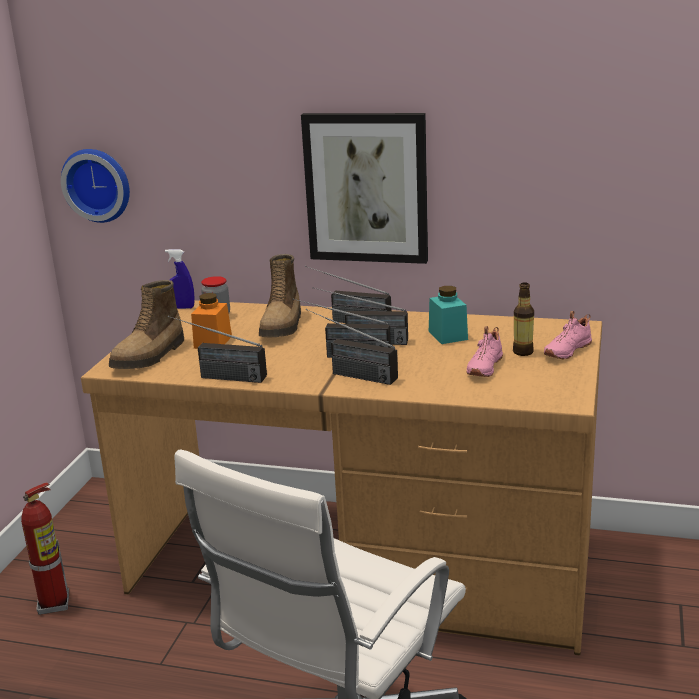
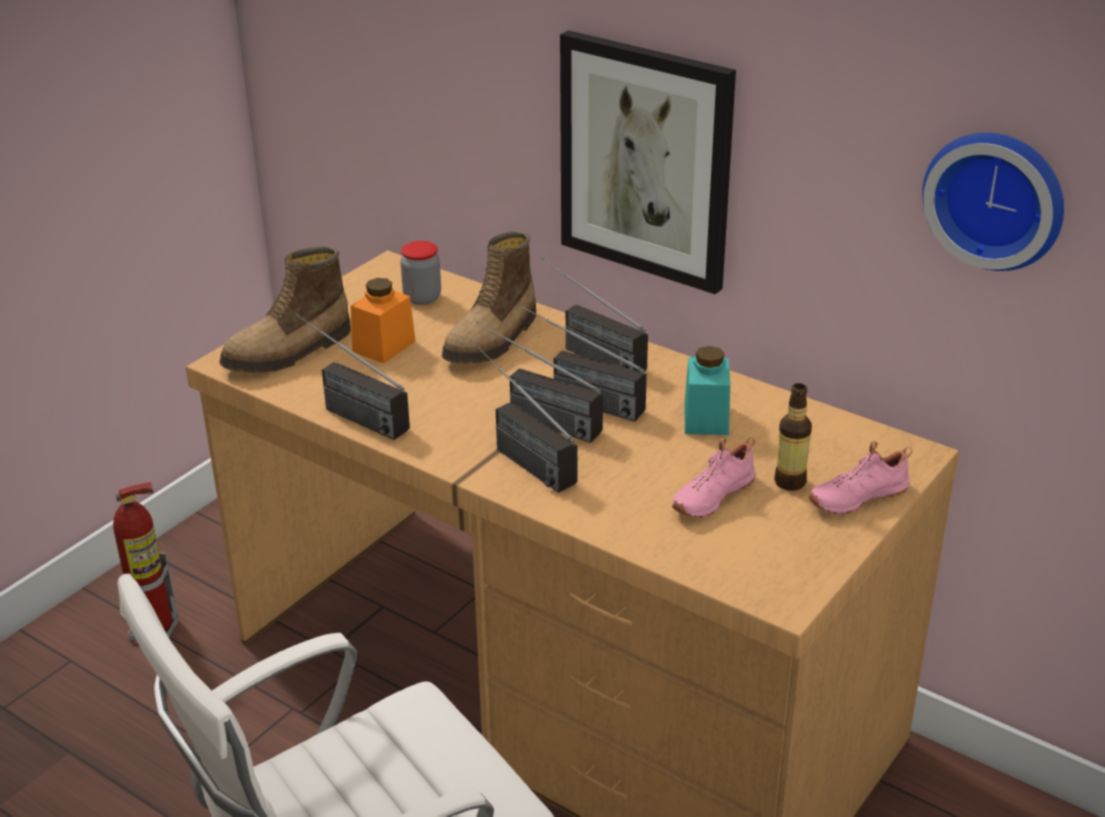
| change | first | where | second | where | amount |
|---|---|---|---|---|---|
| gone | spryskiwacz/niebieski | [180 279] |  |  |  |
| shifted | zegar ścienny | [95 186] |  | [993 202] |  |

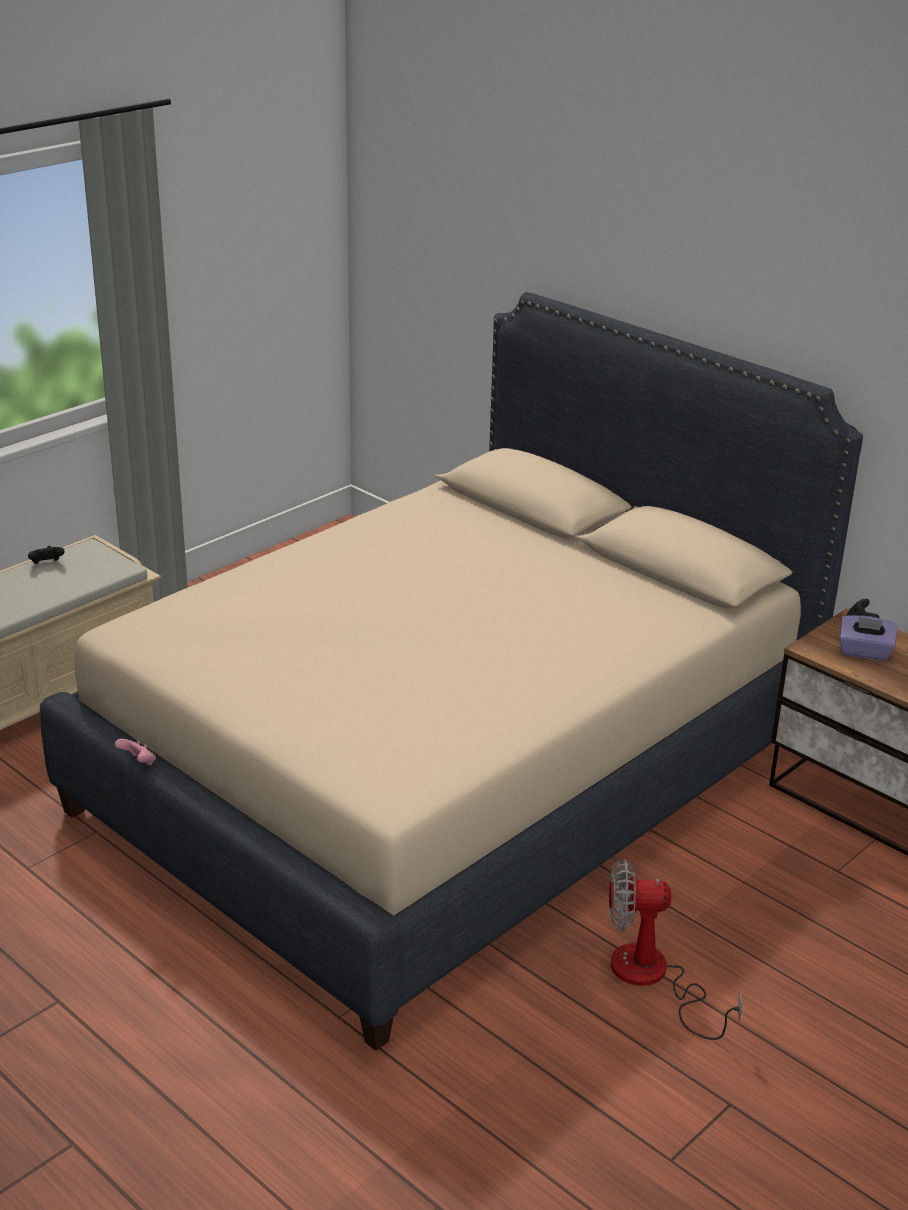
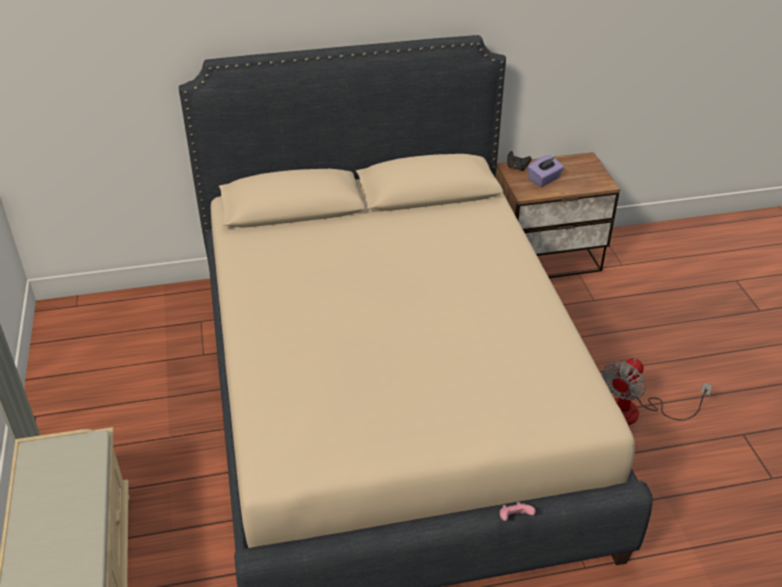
| change | first | where | second | where | amount |
|---|---|---|---|---|---|
| gone | pad do gier/czarny | [46 555] |  |  |  |
| shifted | pad do gier/różowy | [135 752] |  | [518 511] |  |

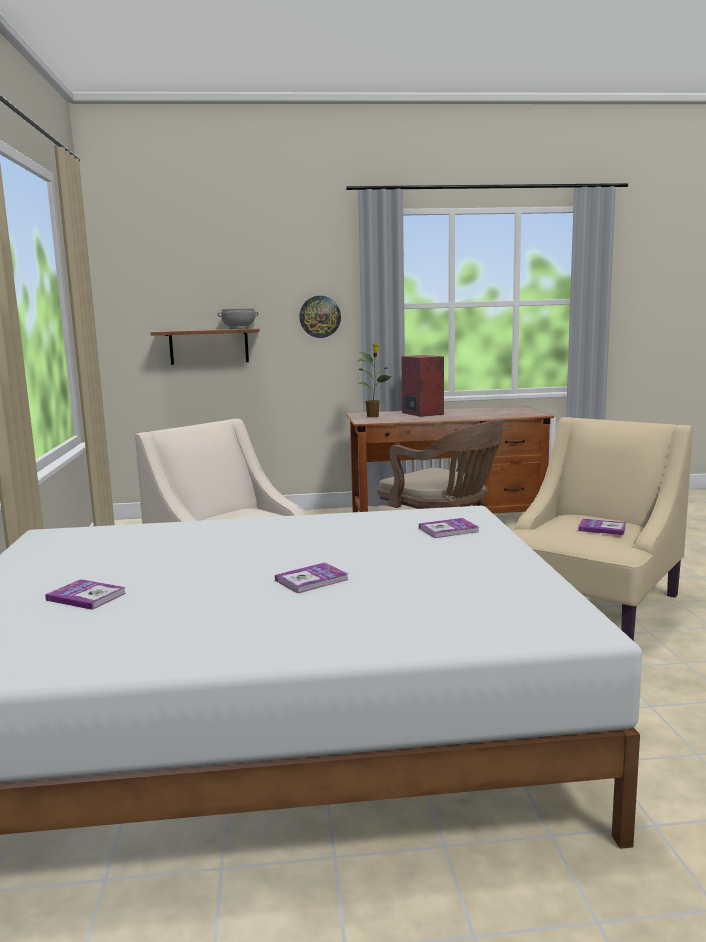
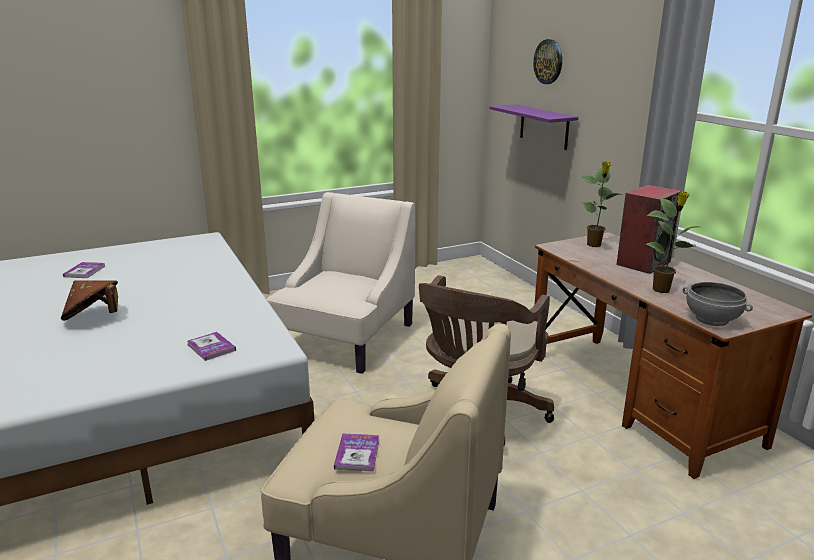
| change | first | where | second | where | amount |
|---|---|---|---|---|---|
| new |  |  | roślina doniczkowa | [671 242] |  |
| shifted | miska/szary | [237 318] |  | [717 304] |  |
| shifted | zegar ścienny | [320 317] |  | [547 61] |  |
| swapped | książka | [312 578] | kapelusz/brązowy | [89 300] |  |
| repainted | półka/brązowy | [205 346] | półka/fioletowy | [534 127] |  |

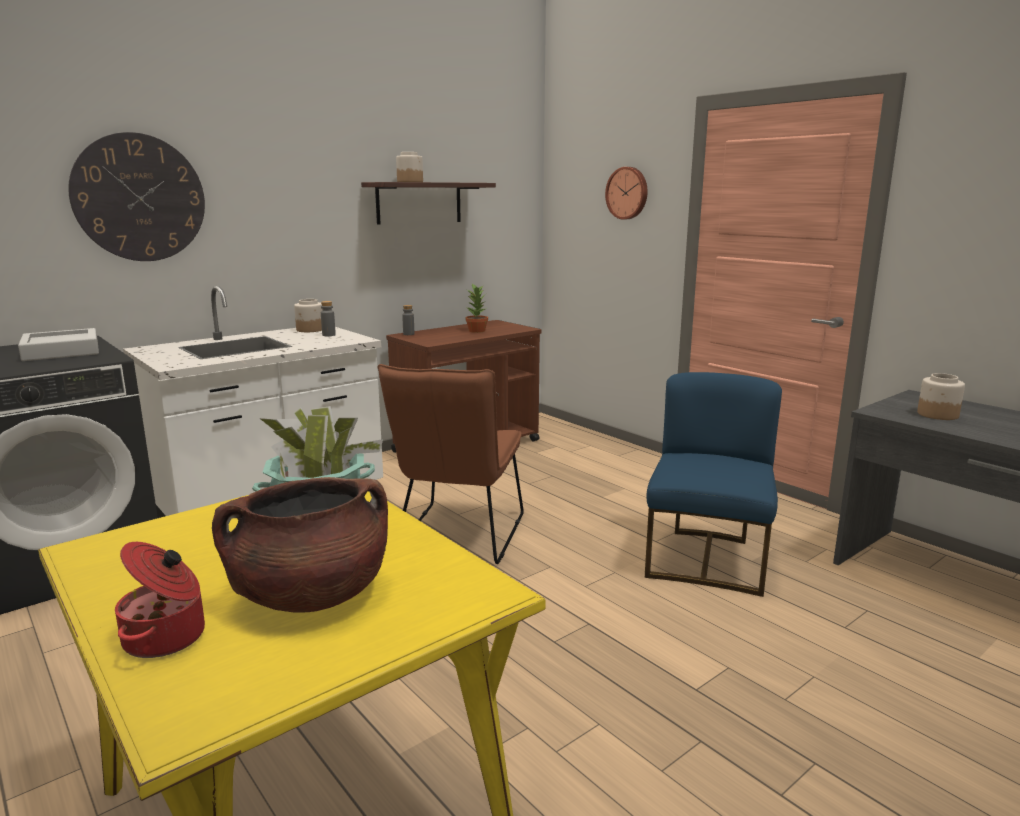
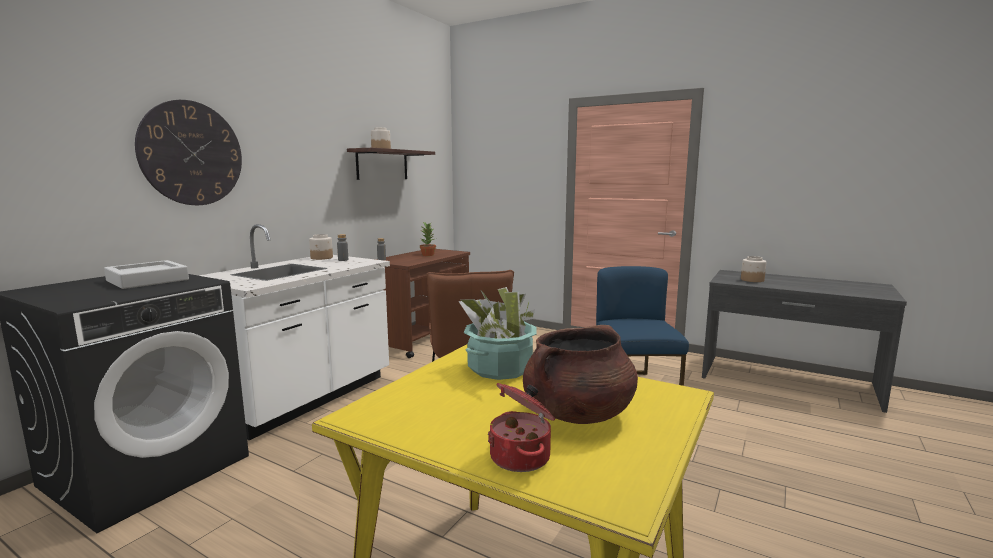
| change | first | where | second | where | amount |
|---|---|---|---|---|---|
| gone | zegar ścienny | [626 193] |  |  |  |

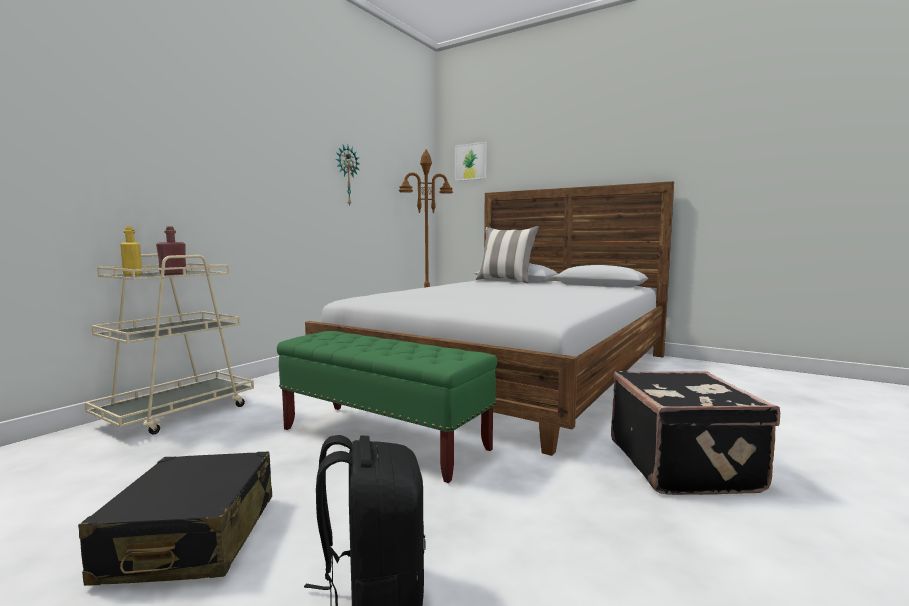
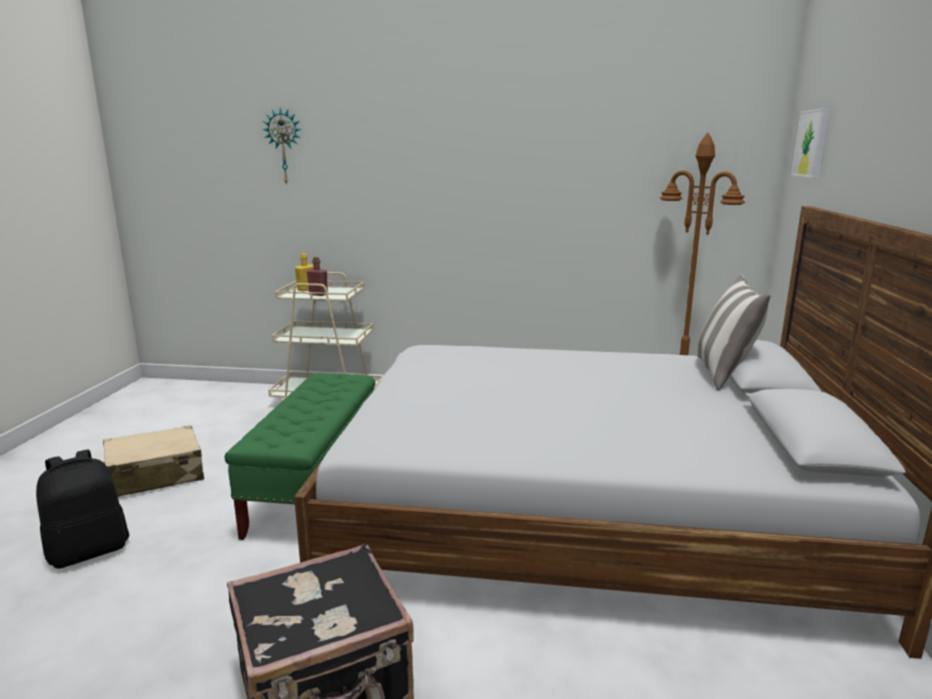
| change | first | where | second | where | amount |
|---|---|---|---|---|---|
| shifted | zegar ścienny | [348 175] |  | [282 146] |  |
| repainted | walizka/czarny | [175 519] | walizka/beżowy | [153 461] |  |

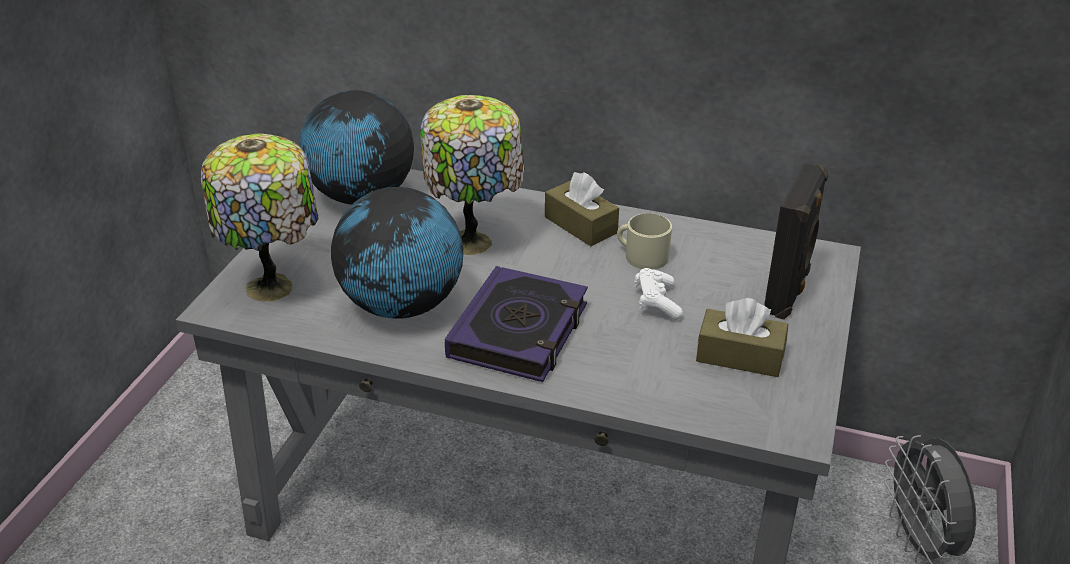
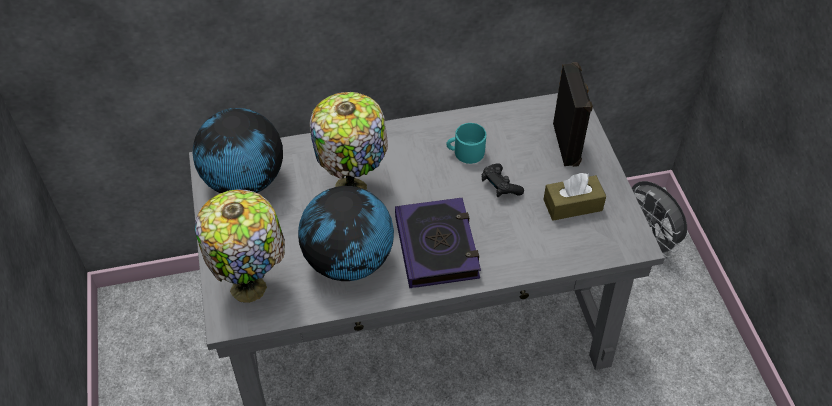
| change | first | where | second | where | amount |
|---|---|---|---|---|---|
| gone | pudełko chusteczek/brązowy | [582 209] |  |  |  |
| repainted | kubek/beżowy | [644 241] | kubek/turkusowy | [466 143] |  |
| repainted | pad do gier/biały | [659 294] | pad do gier/czarny | [503 180] |  |

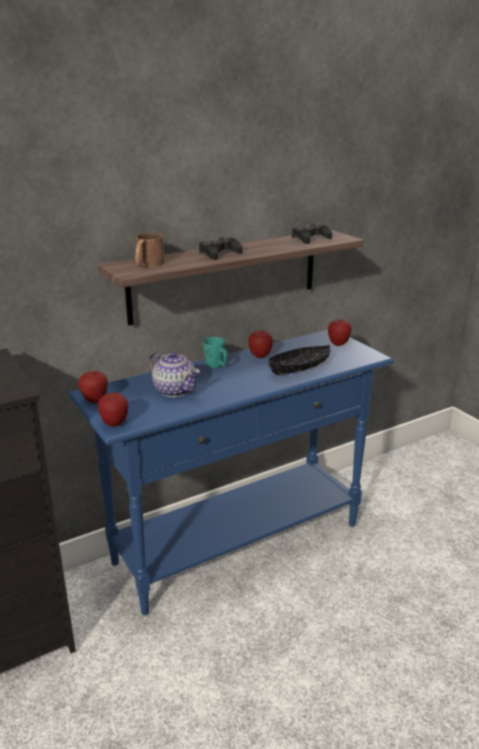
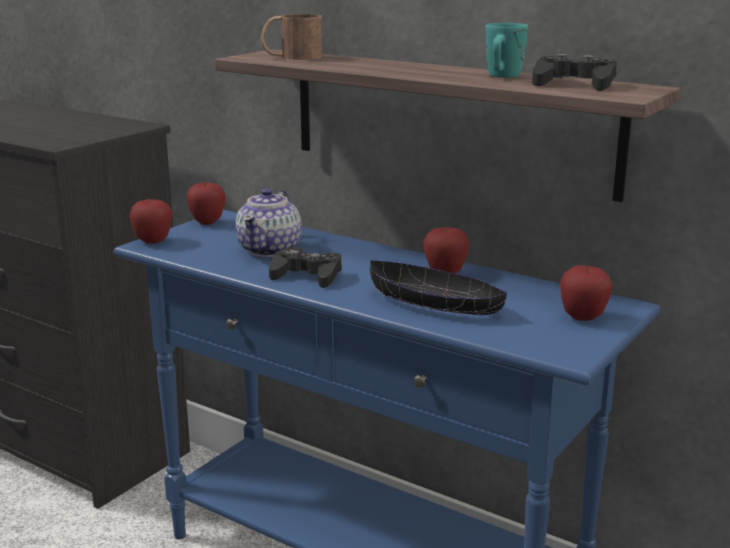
| change | first | where | second | where | amount |
|---|---|---|---|---|---|
| shifted | pad do gier/czarny | [221 248] |  | [305 267] |  |
| shifted | kubek/turkusowy | [215 352] |  | [507 50] |  |

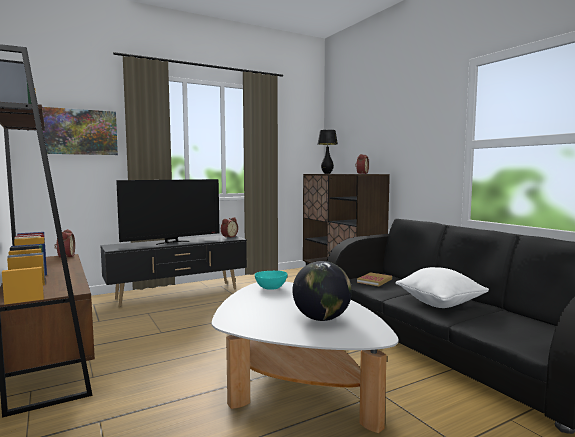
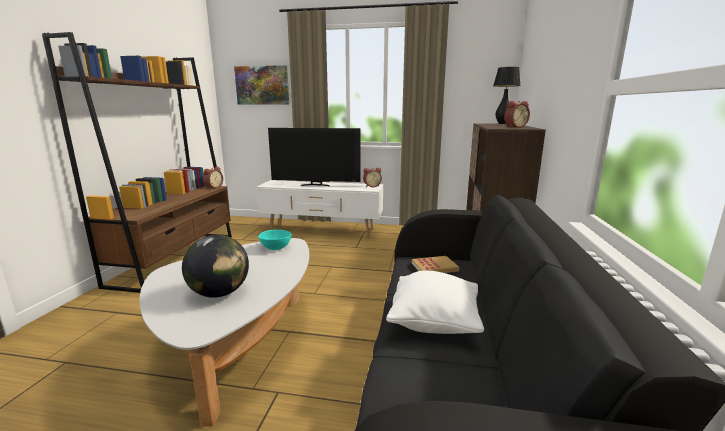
| change | first | where | second | where | amount |
|---|---|---|---|---|---|
| repainted | szafka pod telewizor/czarny | [173 271] | szafka pod telewizor/biały | [319 209] |  |

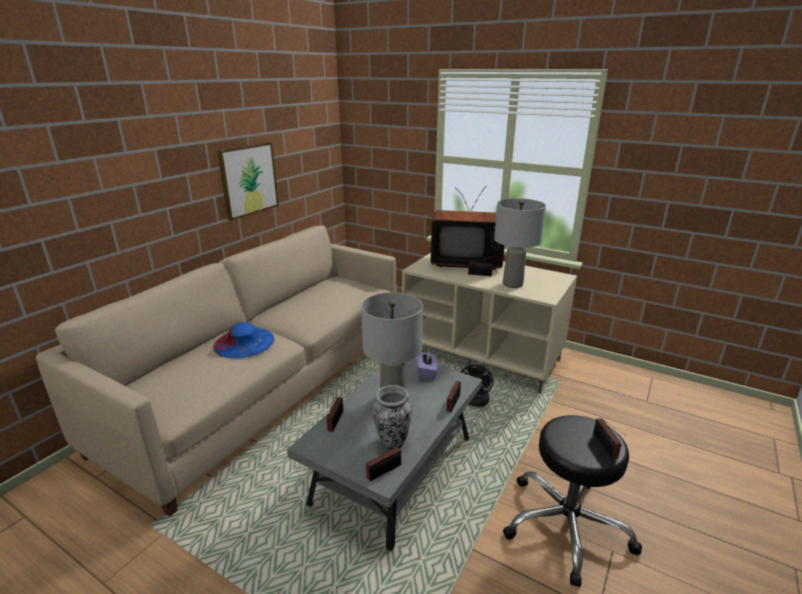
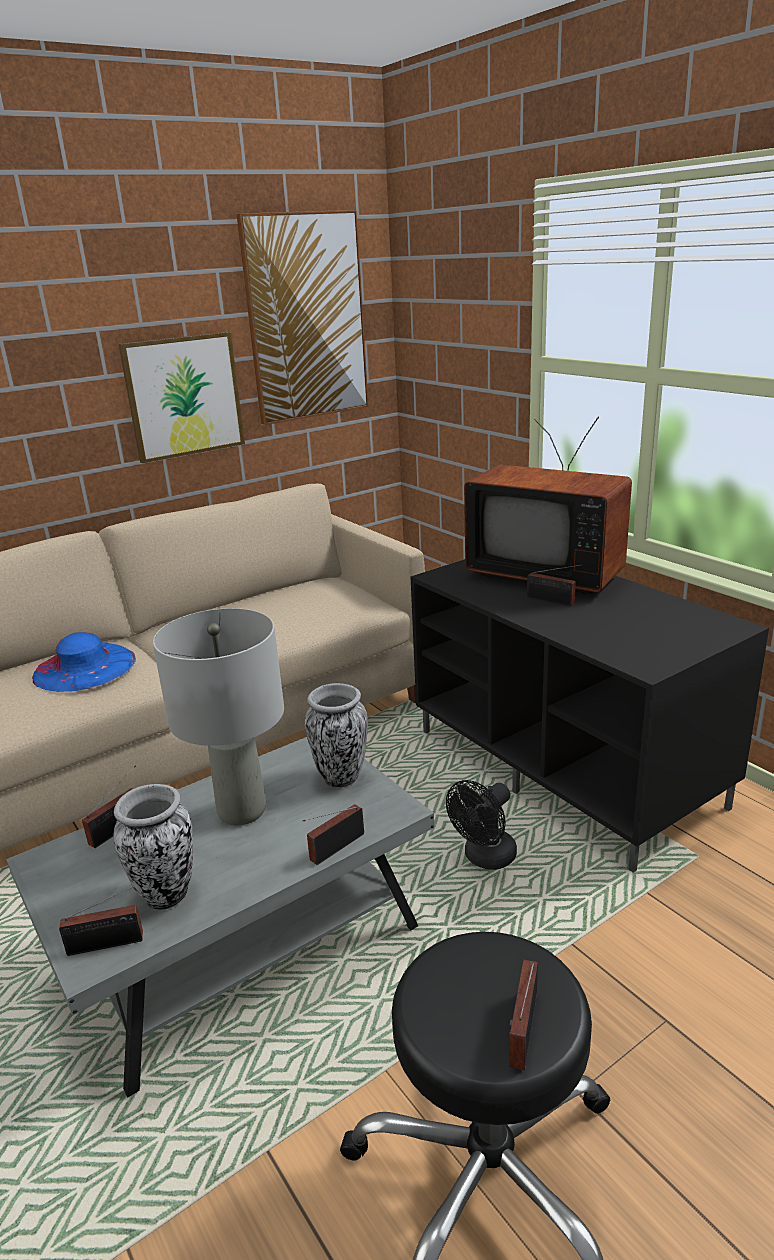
| change | first | where | second | where | amount |
|---|---|---|---|---|---|
| gone | lampa stołowa/szary | [520 243] |  |  |  |
| new |  |  | obraz | [303 317] |  |
| swapped | pudełko chusteczek/fioletowy | [426 365] | wazon | [336 735] |  |
| repainted | szafka pod telewizor/beżowy | [489 323] | szafka pod telewizor/czarny | [590 715] |  |

